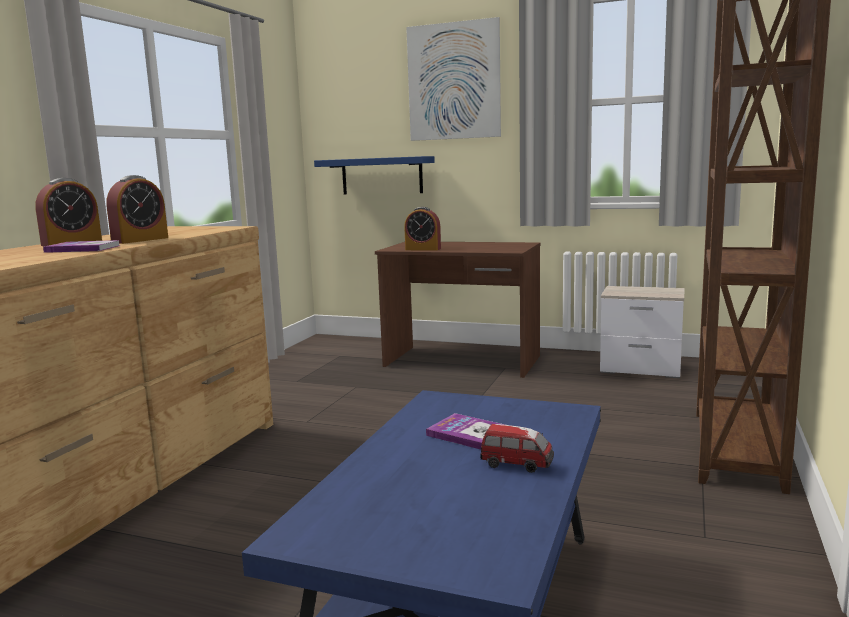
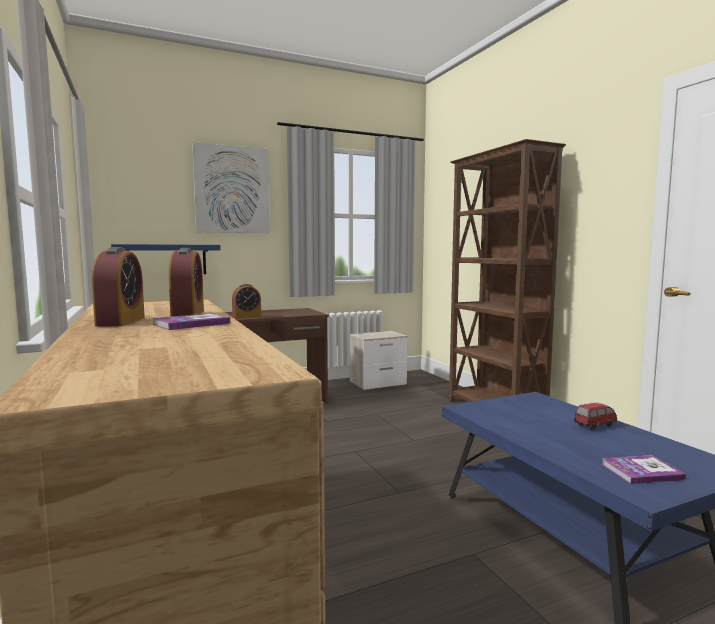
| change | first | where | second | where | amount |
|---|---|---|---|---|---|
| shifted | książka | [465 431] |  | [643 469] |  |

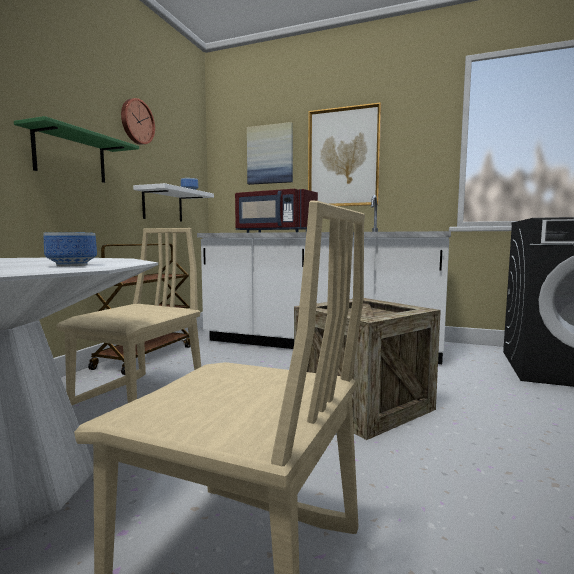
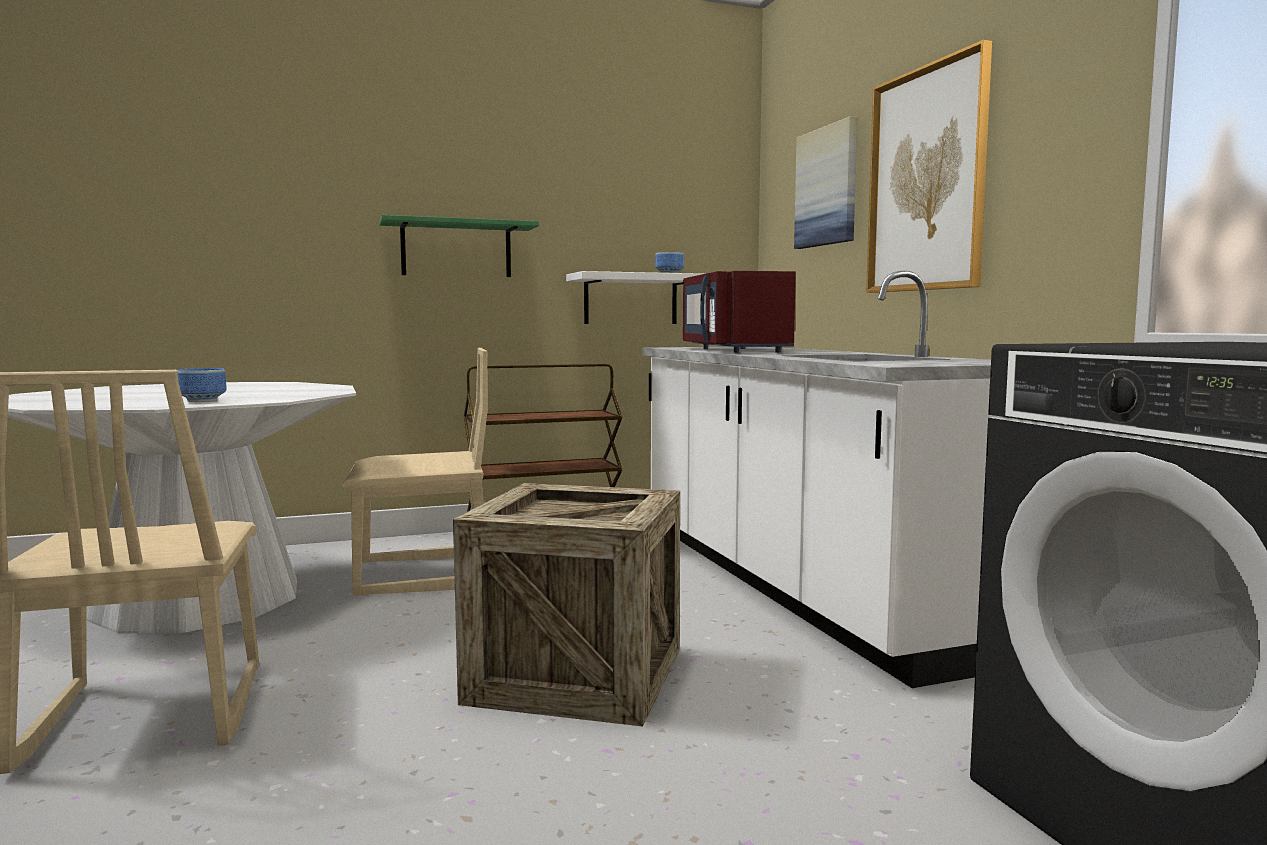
| change | first | where | second | where | amount |
|---|---|---|---|---|---|
| gone | zegar ścienny | [138 121] |  |  |  |

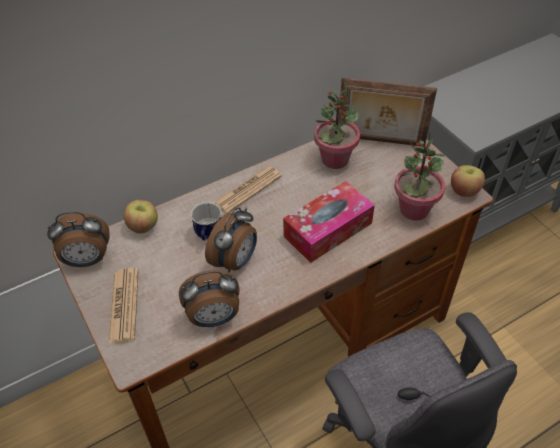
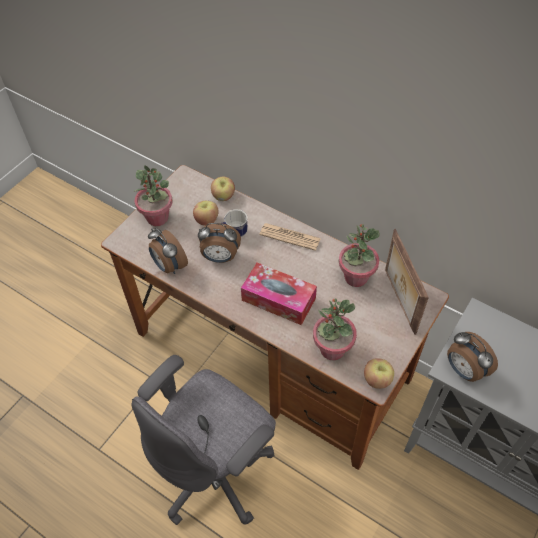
| change | first | where | second | where | amount |
|---|---|---|---|---|---|
| new |  |  | jabłko | [206 213] |  |
| shifted | budzik | [78 239] |  | [472 357] |  |
| swapped | gazeta | [123 306] | roślina doniczkowa | [153 195] |  |

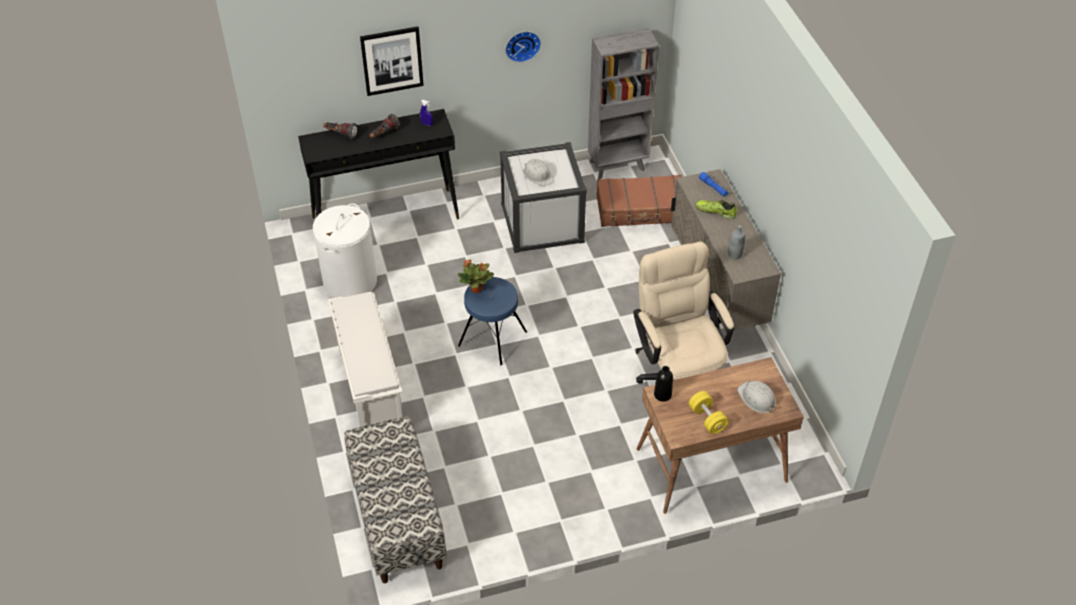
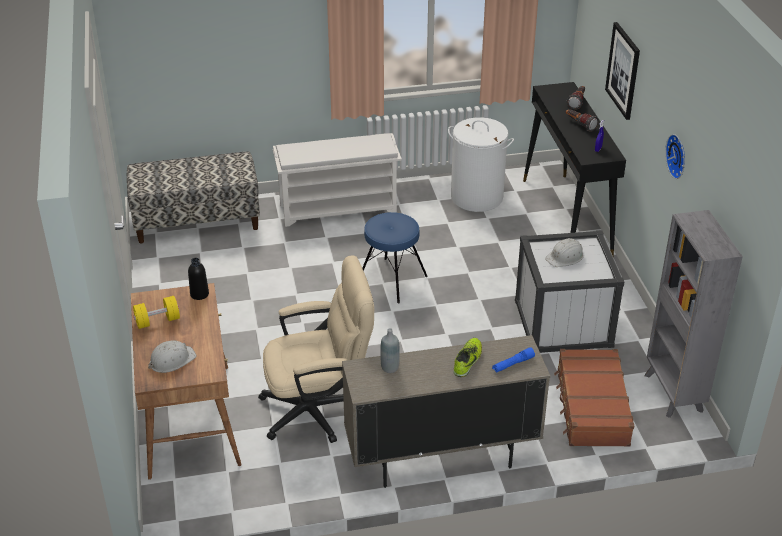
| change | first | where | second | where | amount |
|---|---|---|---|---|---|
| gone | roślina doniczkowa | [476 276] |  |  |  |

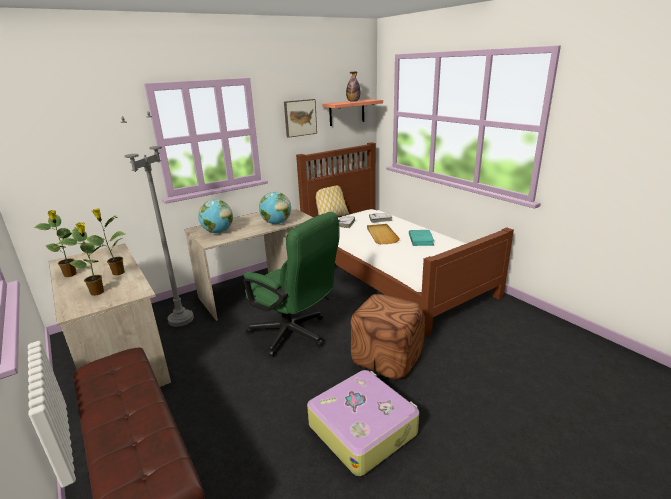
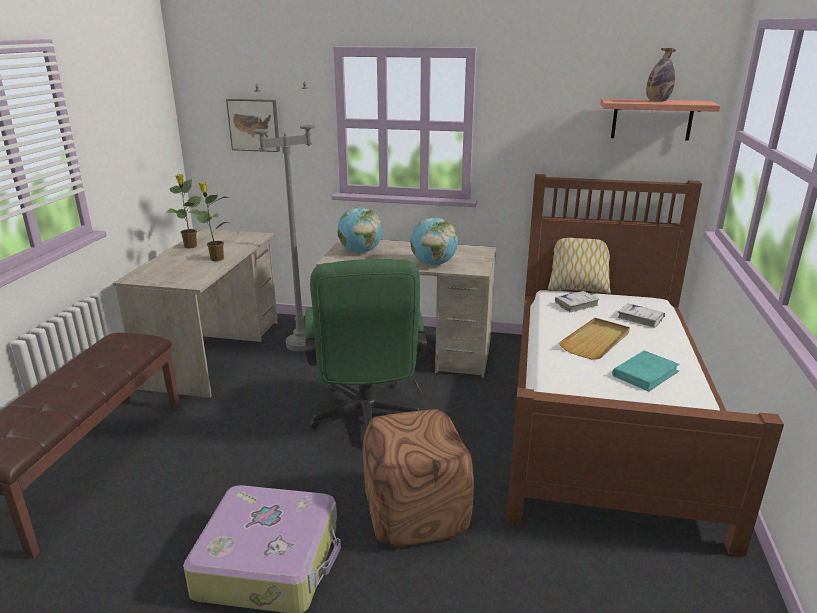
| change | first | where | second | where | amount |
|---|---|---|---|---|---|
| gone | roślina doniczkowa | [81 259] |  |  |  |
| shifted | obraz | [300 118] |  | [253 125] |  |

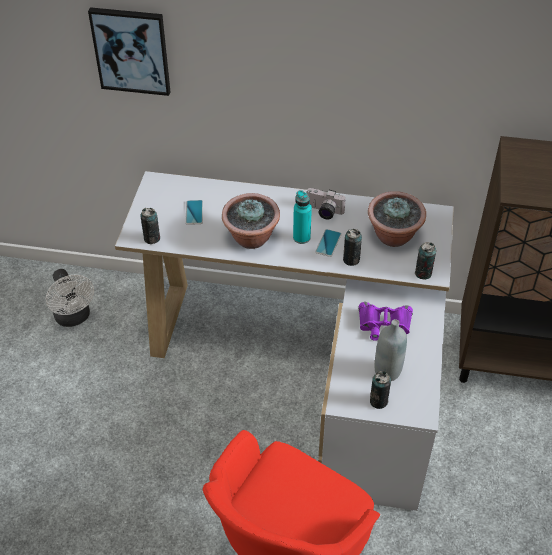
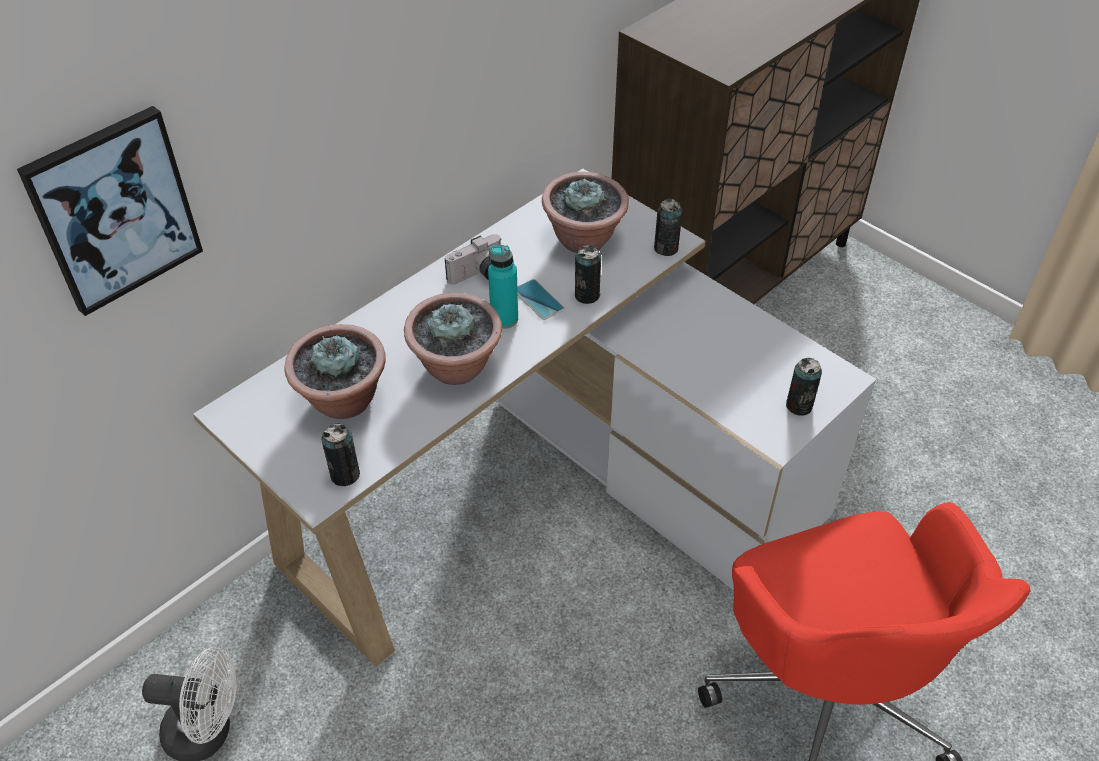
| change | first | where | second | where | amount |
|---|---|---|---|---|---|
| gone | lornetka/fioletowy | [386 321] |  |  |  |
| gone | butelka/szary | [391 350] |  |  |  |
| swapped | telefon | [194 212] | roślina doniczkowa | [335 371] |  |

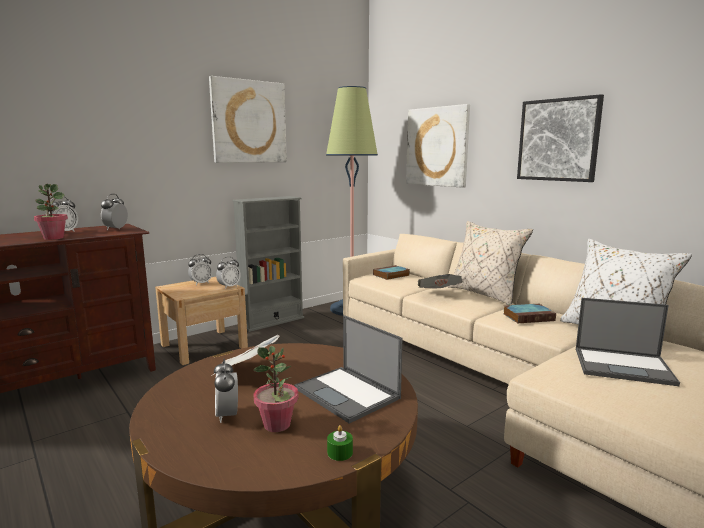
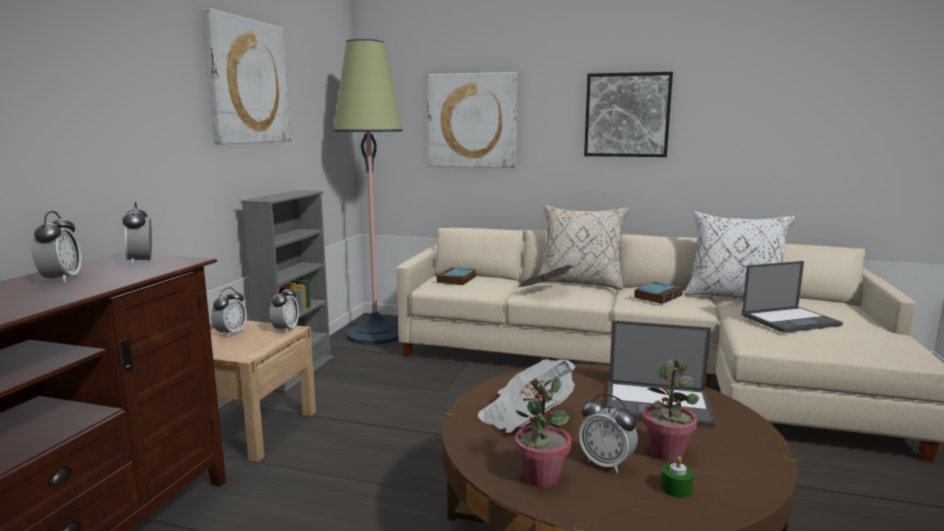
| change | first | where | second | where | amount |
|---|---|---|---|---|---|
| shifted | roślina doniczkowa | [51 212] |  | [543 432] |  |
| shifted | świeca/zielony | [340 443] |  | [677 477] |  |

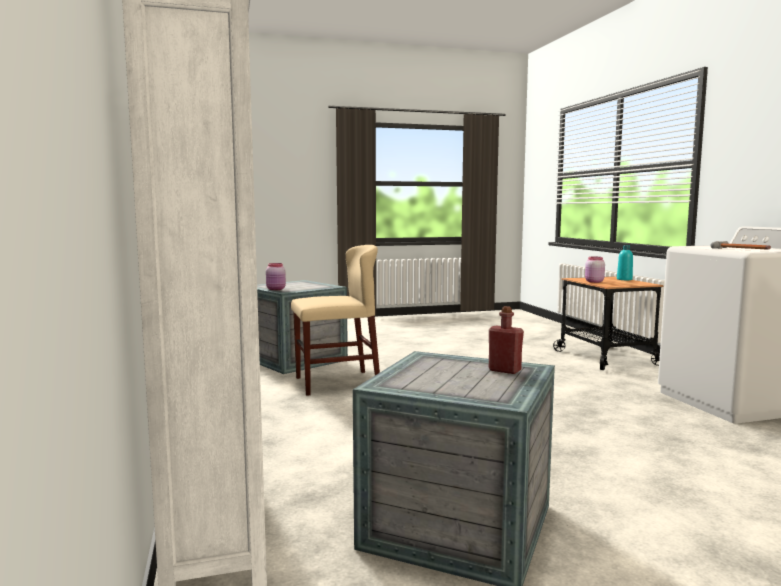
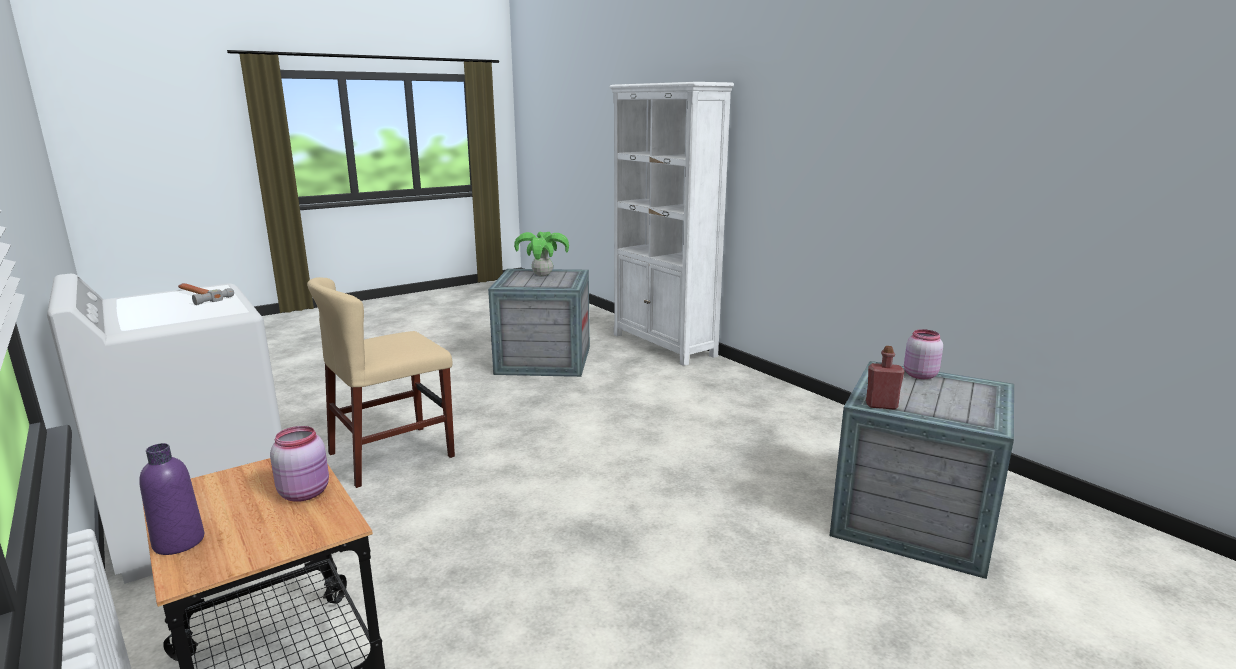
| change | first | where | second | where | amount |
|---|---|---|---|---|---|
| new |  |  | roślina doniczkowa | [541 254] |  |
| shifted | krzesło/beżowy | [335 320] |  | [381 382] |  |
| shifted | butelka/czerwony | [506 340] |  | [885 378] |  |
| repainted | butelka/turkusowy | [625 262] | butelka/fioletowy | [171 499] |  |

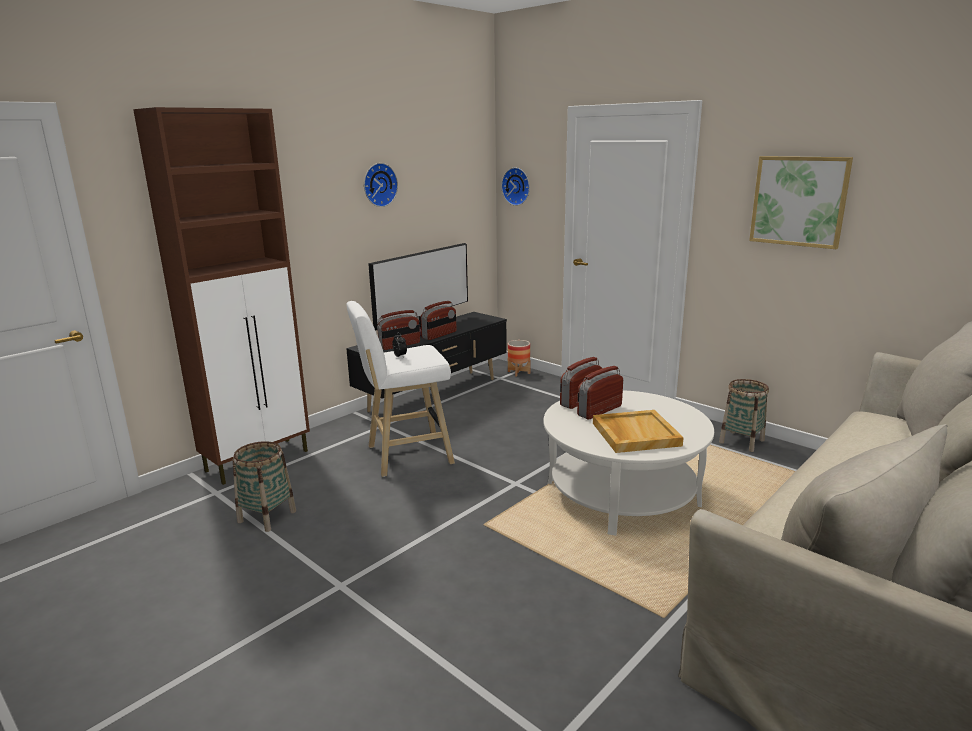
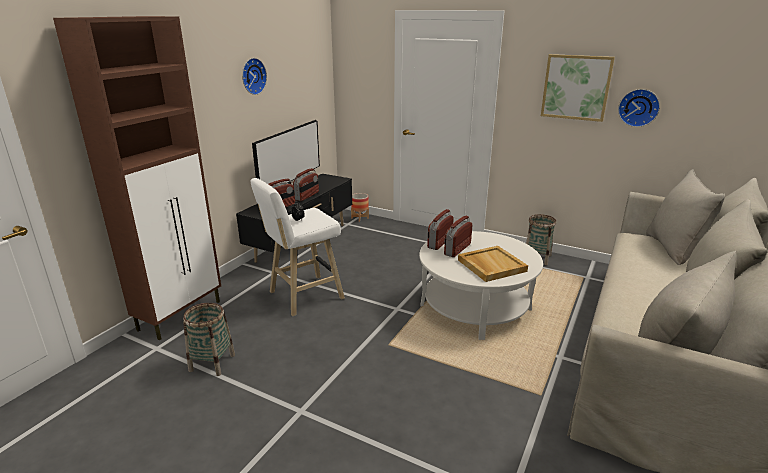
| change | first | where | second | where | amount |
|---|---|---|---|---|---|
| shifted | zegar ścienny | [515 187] |  | [639 108] |  |

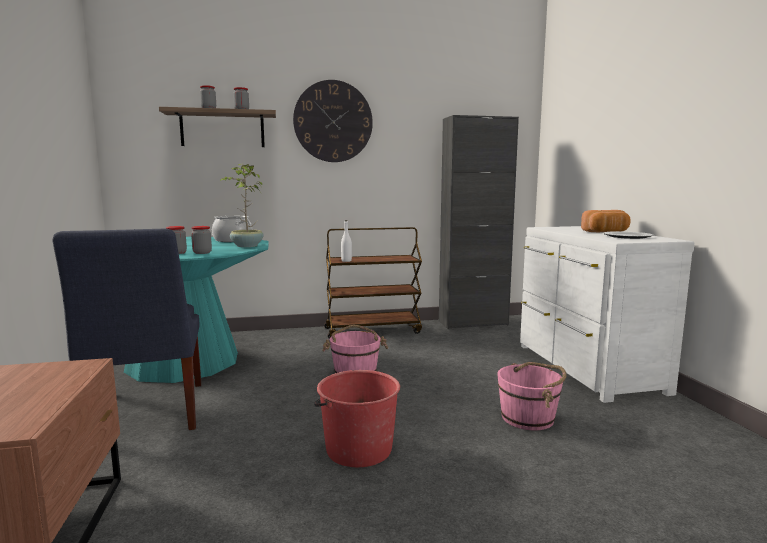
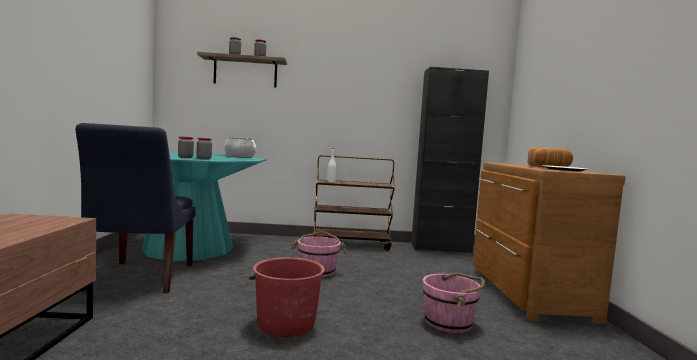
| change | first | where | second | where | amount |
|---|---|---|---|---|---|
| gone | roślina doniczkowa | [242 205] |  |  |  |
| gone | zegar ścienny | [333 121] |  |  |  |
| repainted | komoda/biały | [607 314] | komoda/brązowy | [549 243] |  |

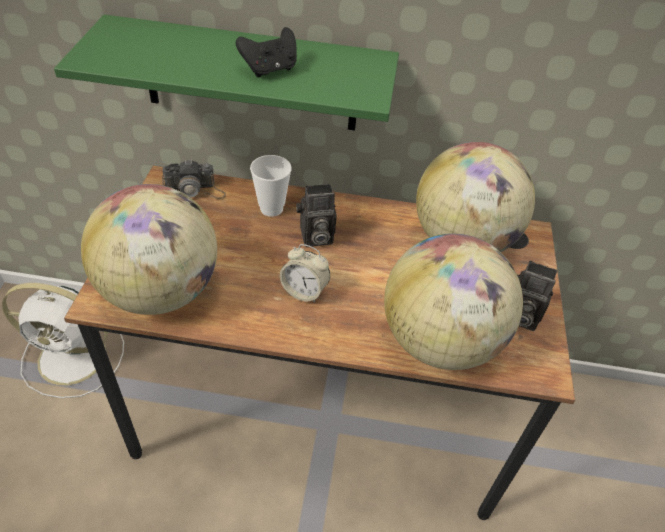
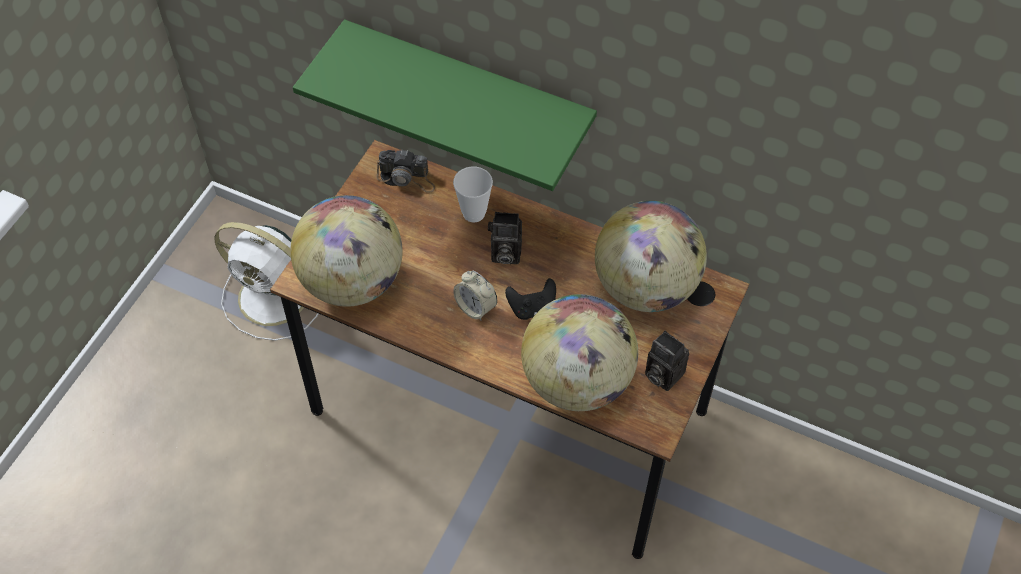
| change | first | where | second | where | amount |
|---|---|---|---|---|---|
| shifted | pad do gier/czarny | [266 52] |  | [530 299] |  |

